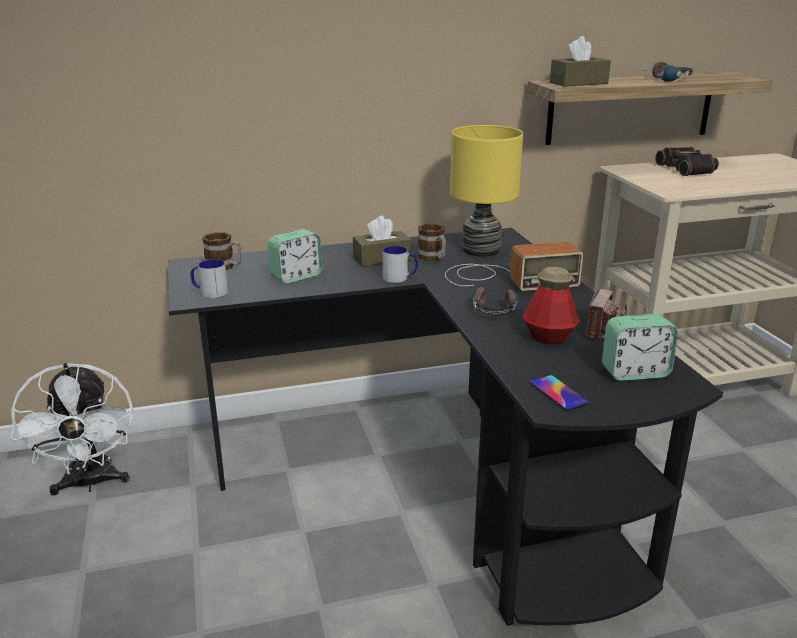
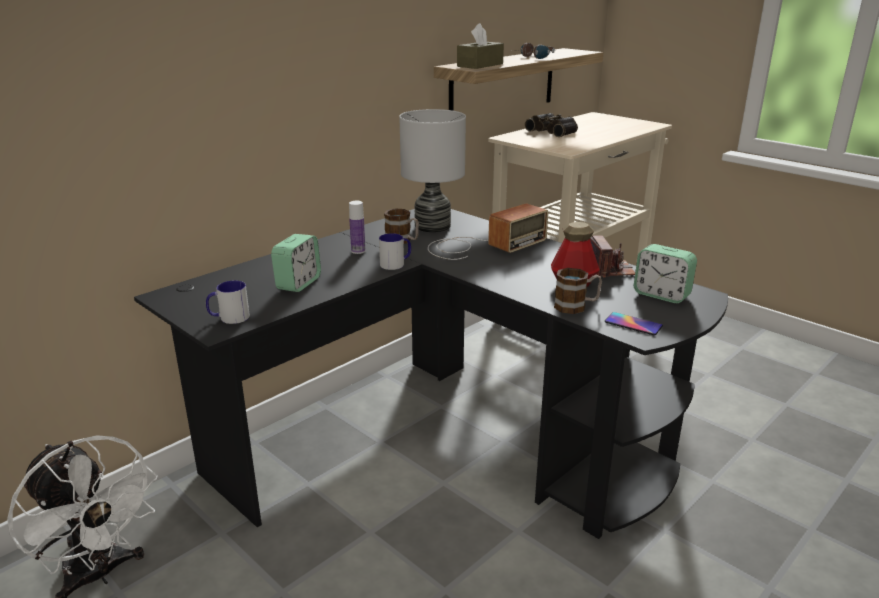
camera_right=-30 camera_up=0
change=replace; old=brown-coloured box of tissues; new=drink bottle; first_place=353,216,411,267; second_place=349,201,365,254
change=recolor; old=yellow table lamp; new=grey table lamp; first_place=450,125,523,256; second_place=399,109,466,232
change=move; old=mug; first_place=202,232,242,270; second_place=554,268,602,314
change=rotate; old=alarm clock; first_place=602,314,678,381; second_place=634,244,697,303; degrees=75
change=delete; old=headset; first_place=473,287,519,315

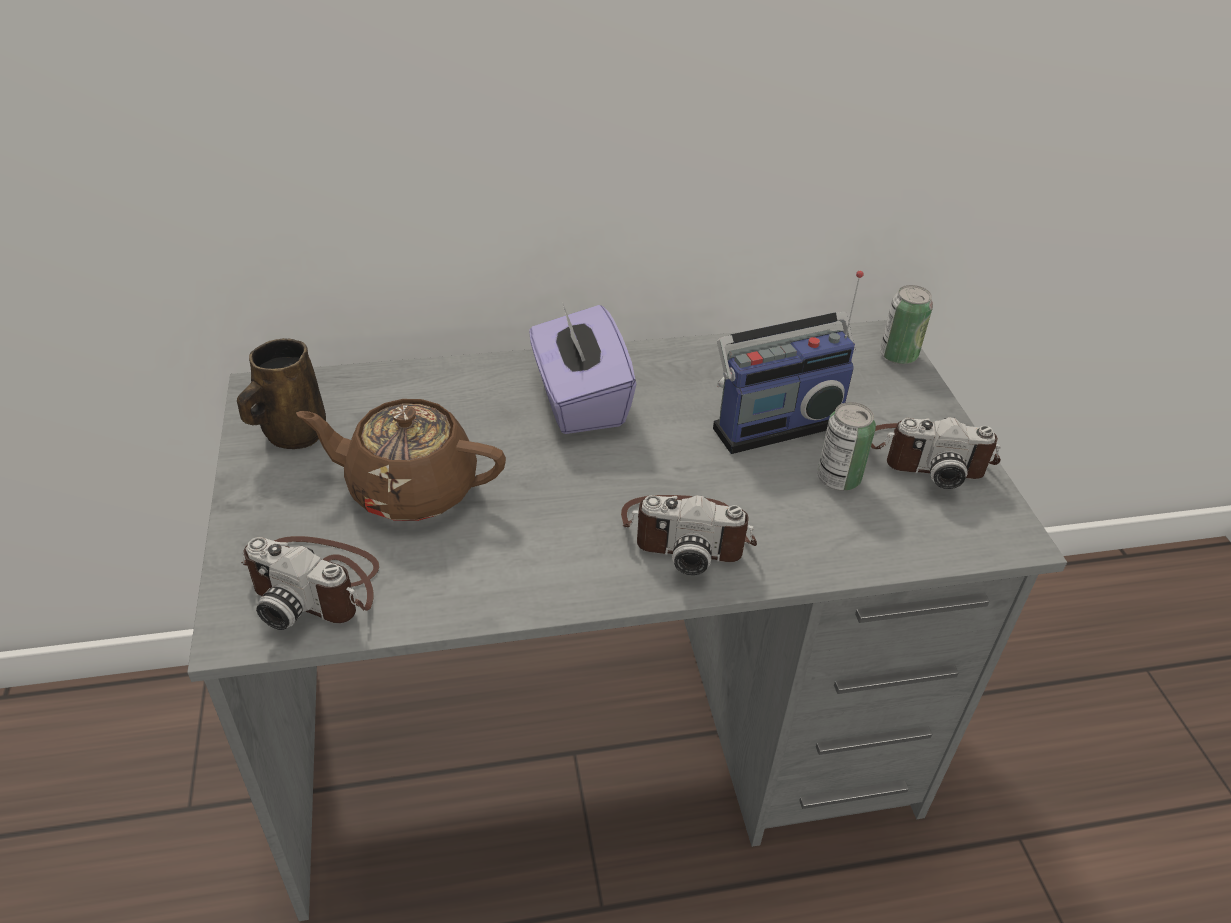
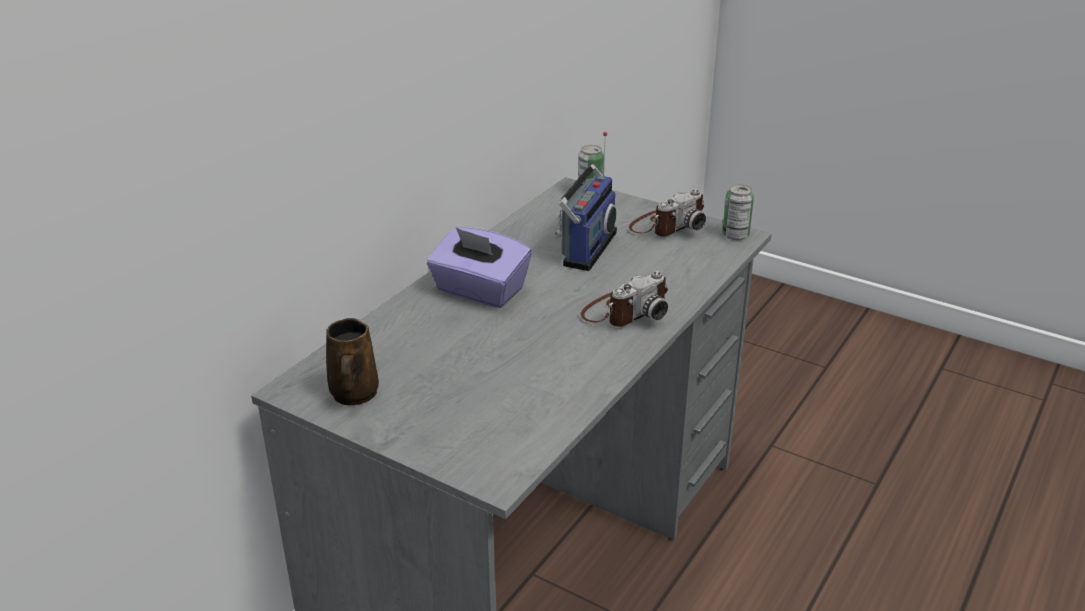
camera_right=-45 camera_up=-10
change=move; old=can; first_place=817,402,876,491; second_place=722,184,754,240
change=delete; old=photo camera; first_place=241,536,379,630
change=delete; old=brown-coloured teapot; first_place=296,399,506,521

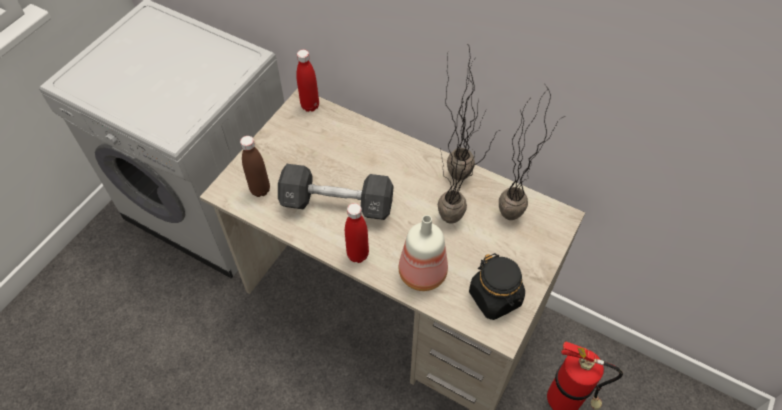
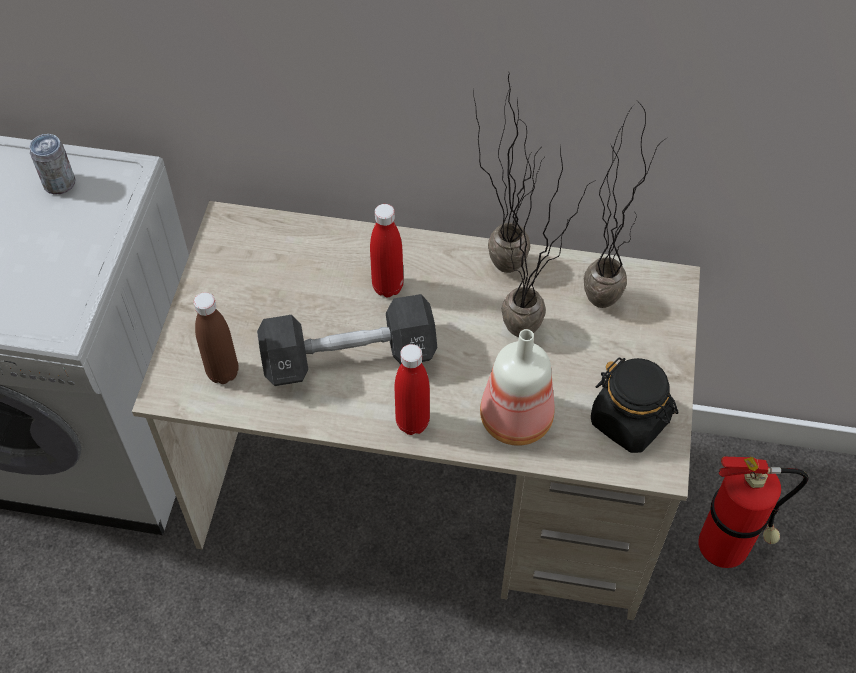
camera_right=-20 camera_up=0
change=insert; new=can; second_place=29,134,75,195
change=move; old=reddish drink bottle; first_place=296,50,319,112; second_place=370,204,404,297

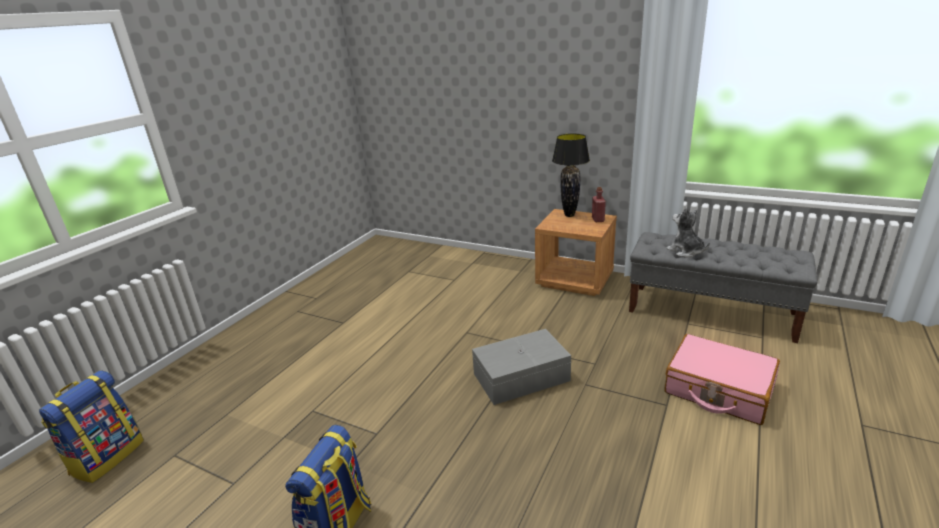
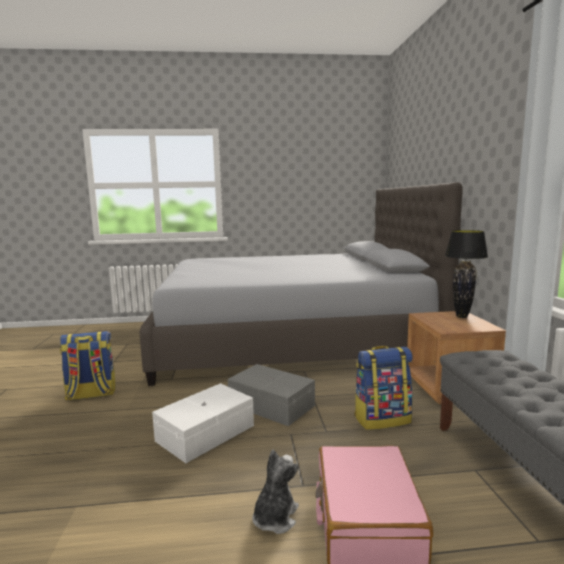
camera_right=55 camera_up=-15
change=insert; new=grey sleeping bed; second_place=140,182,463,386
change=insert; new=white storage box; second_place=152,383,254,463
change=move; old=soft toy; first_place=666,208,710,258; second_place=252,450,299,534
change=move; old=knapsack; first_place=39,370,144,483; second_place=354,346,413,430
change=delete; old=reddish drink bottle; first_place=592,187,606,222

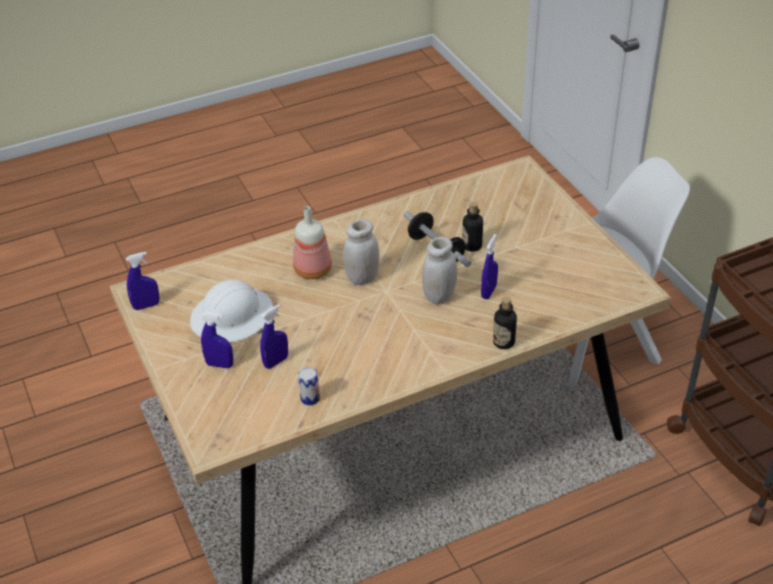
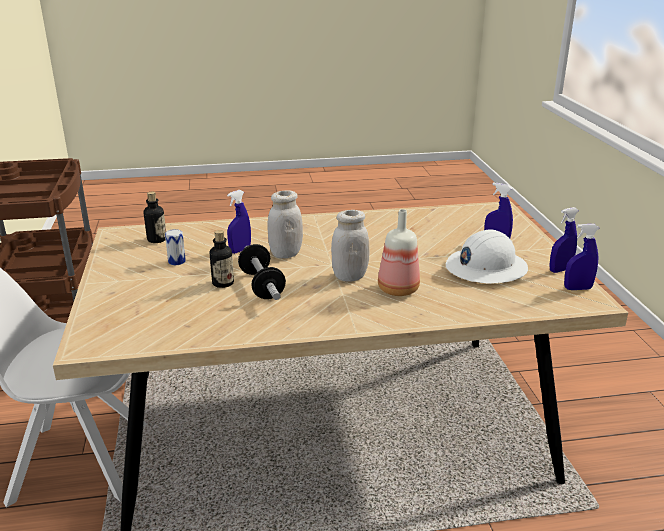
camera_right=-165 camera_up=-15
change=move; old=drink bottle; first_place=493,297,517,349; second_place=144,192,166,243
change=move; old=can; first_place=298,367,320,406; second_place=165,229,186,265
change=move; old=blue spray bottle; first_place=260,304,288,369; second_place=549,207,579,273

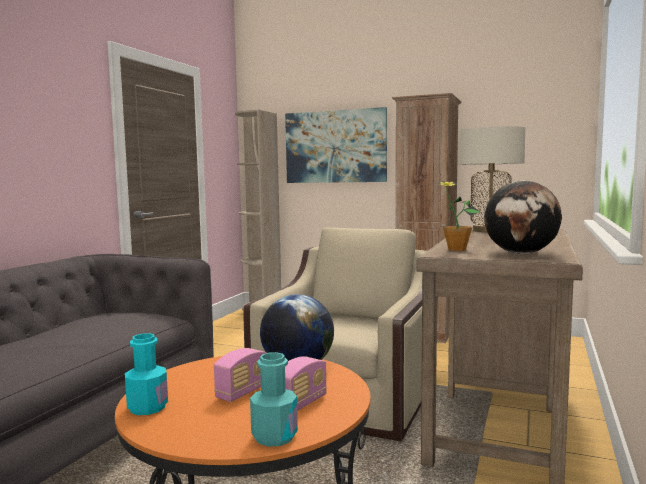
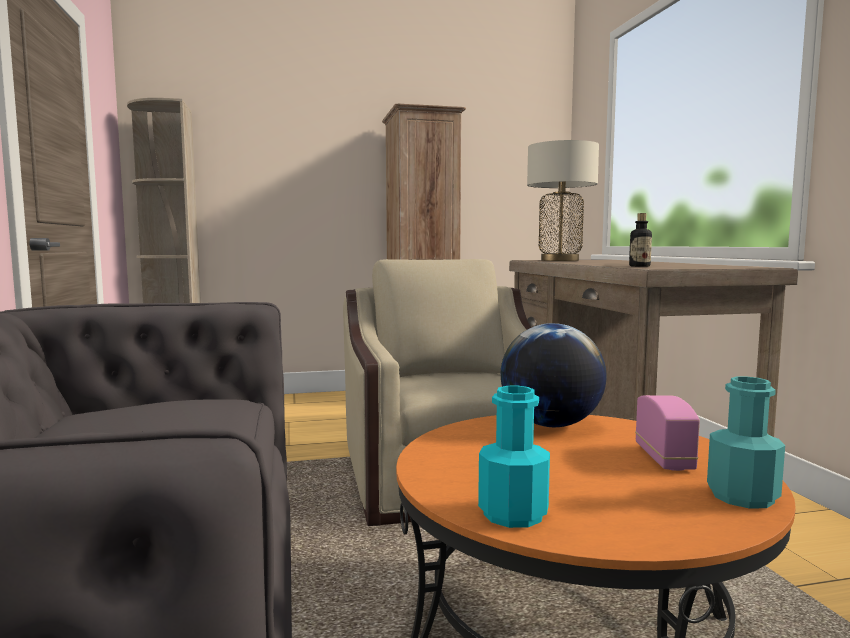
camera_right=-35 camera_up=0
change=replace; old=houseplant; new=drink bottle; first_place=438,181,480,251; second_place=629,213,652,267
change=delete; old=radio; first_place=214,348,267,402
change=delete; old=wall picture; first_place=285,107,387,183
change=delete; old=desk globe; first_place=484,181,562,254

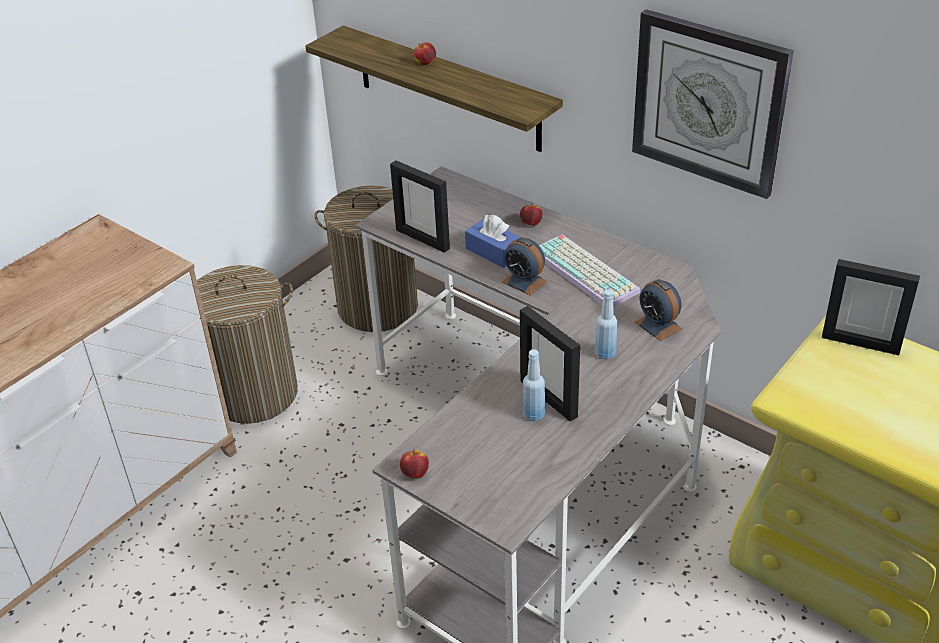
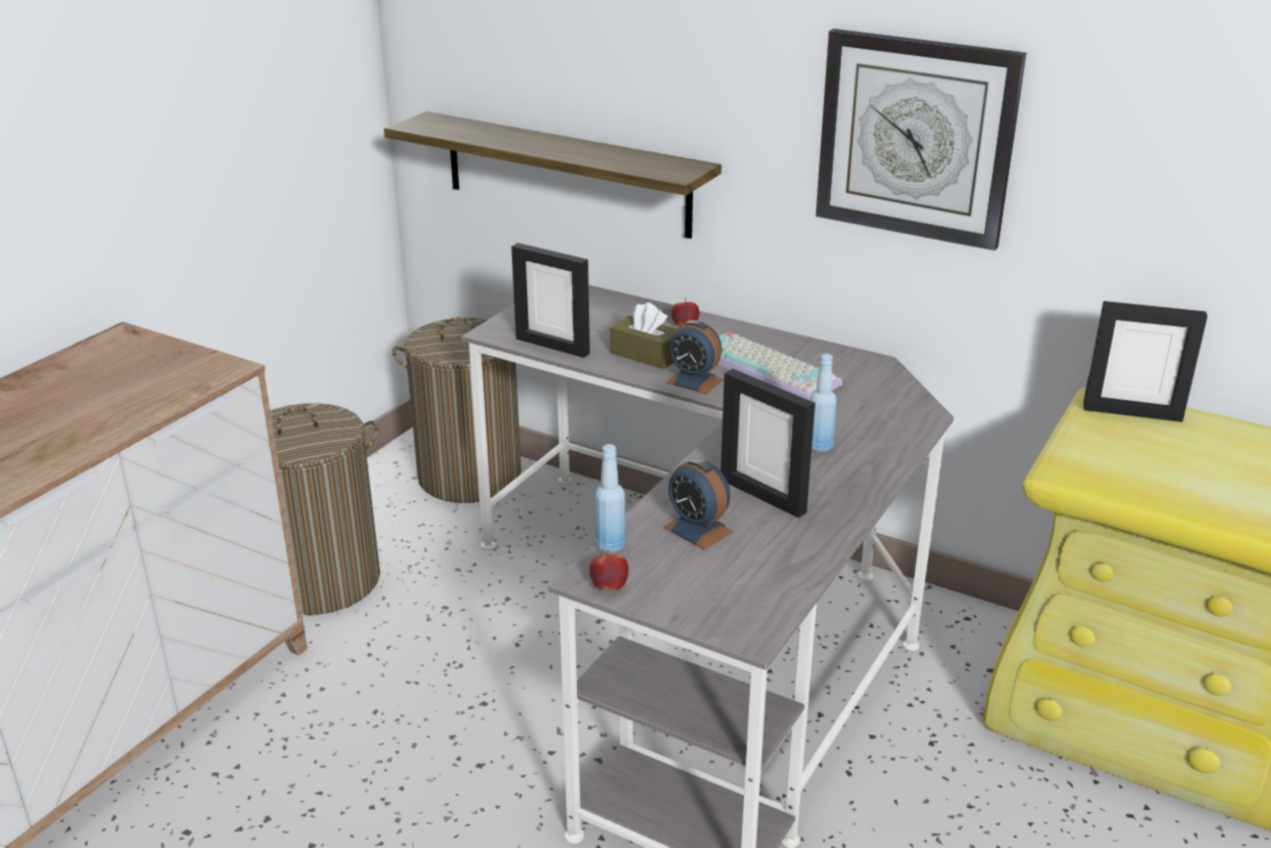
camera_right=-10 camera_up=-10
change=move; old=blue drink bottle; first_place=523,349,545,421; second_place=595,444,626,552
change=recolor; old=blue box of tissues; new=brown-coloured box of tissues; first_place=465,214,522,268; second_place=610,302,676,369
change=move; old=alarm clock; first_place=634,279,682,341; second_place=663,458,734,550
change=delete; old=apple fruit; first_place=414,42,436,65

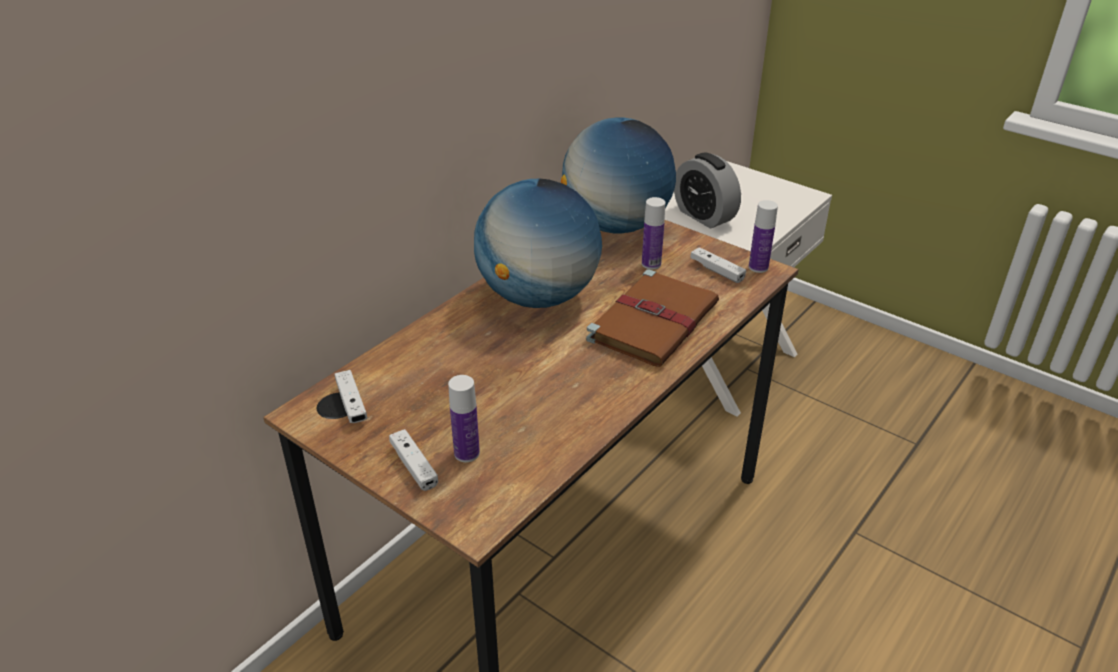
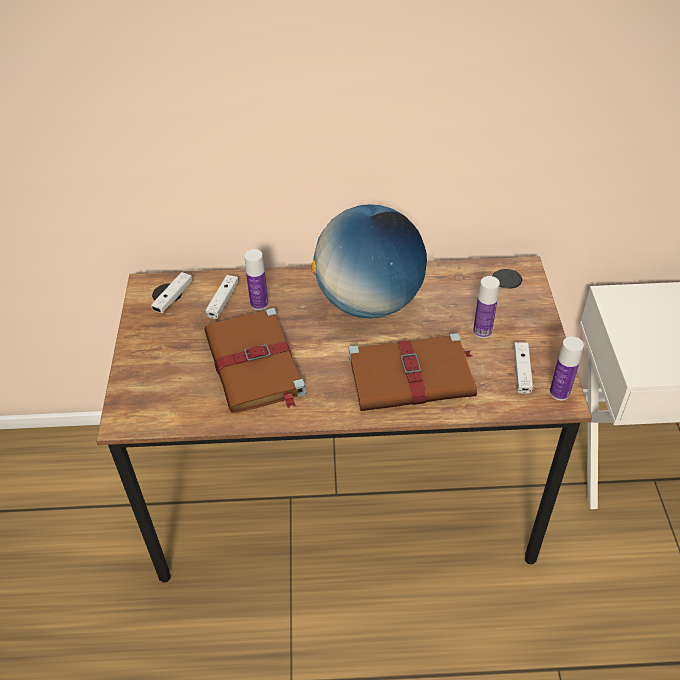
camera_right=50 camera_up=10
change=insert; new=brown-coloured volume; second_place=204,308,306,413
change=move; old=white gamepad; first_place=389,429,438,491; second_place=206,275,239,319
change=move; old=drink bottle; first_place=448,375,480,462; second_place=244,249,268,310
change=delete; old=desk globe; first_place=561,117,676,233
change=delete; old=alarm clock; first_place=674,153,741,229

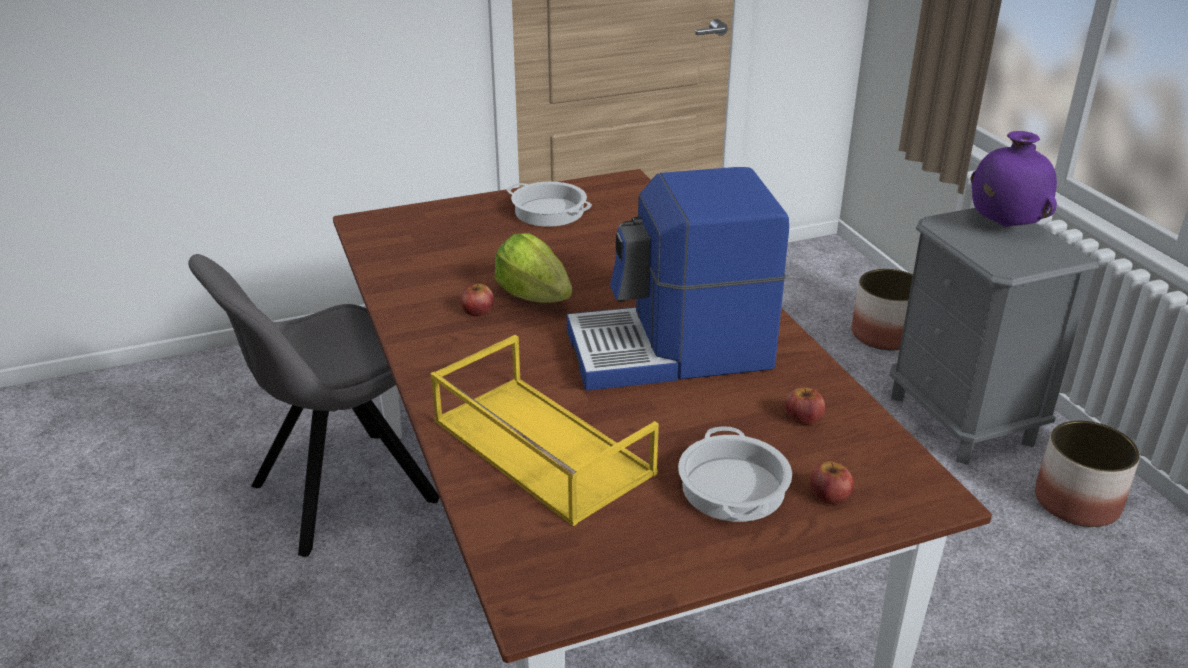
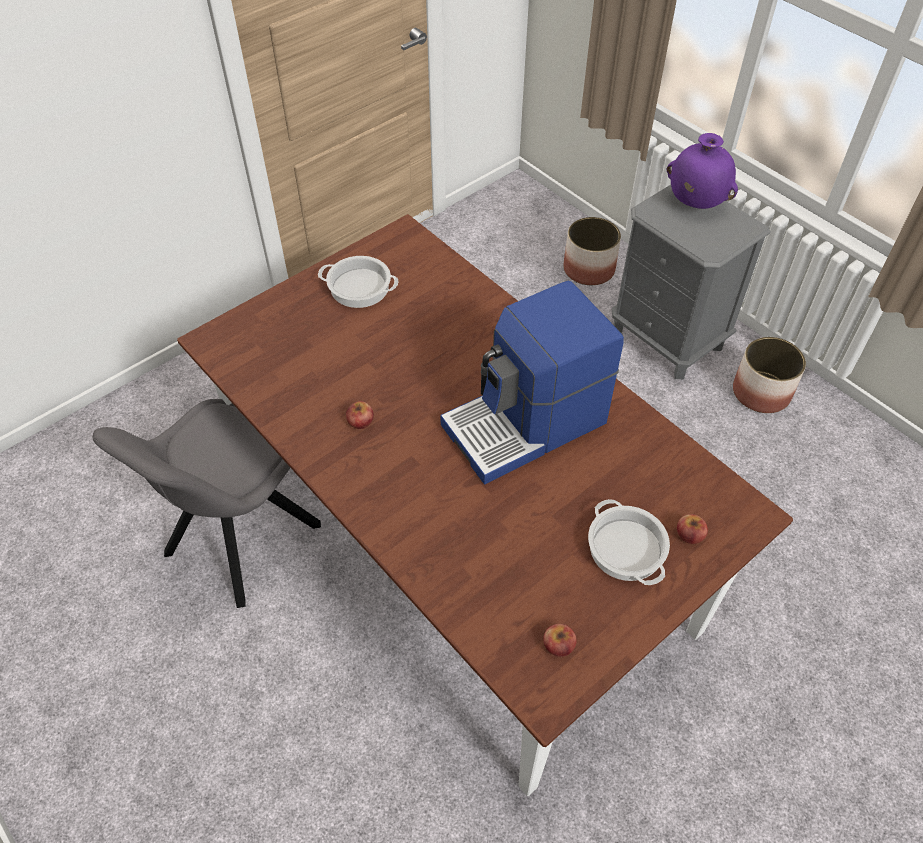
camera_right=-20 camera_up=20
change=move; old=apple fruit; first_place=785,387,825,425; second_place=543,624,577,657
change=delete; old=yellow carrying tray; first_place=430,335,659,526
change=delete; old=lettuce; first_place=494,233,572,303

